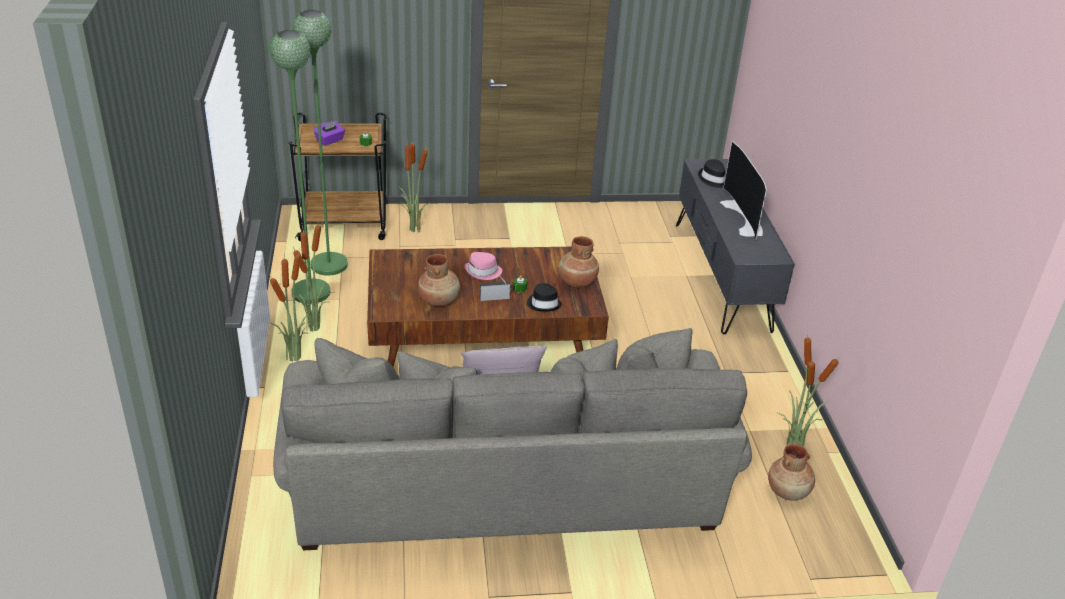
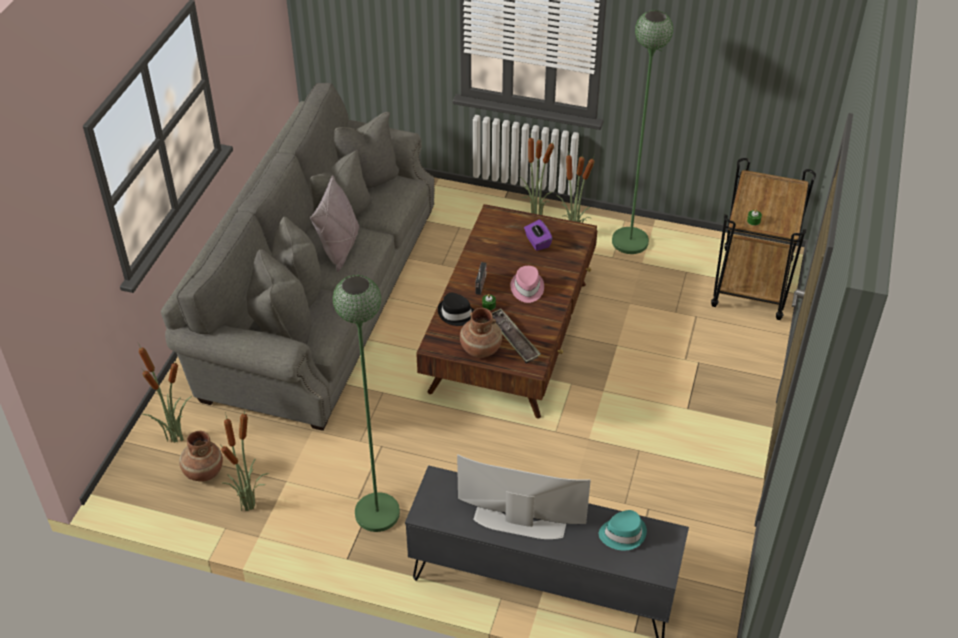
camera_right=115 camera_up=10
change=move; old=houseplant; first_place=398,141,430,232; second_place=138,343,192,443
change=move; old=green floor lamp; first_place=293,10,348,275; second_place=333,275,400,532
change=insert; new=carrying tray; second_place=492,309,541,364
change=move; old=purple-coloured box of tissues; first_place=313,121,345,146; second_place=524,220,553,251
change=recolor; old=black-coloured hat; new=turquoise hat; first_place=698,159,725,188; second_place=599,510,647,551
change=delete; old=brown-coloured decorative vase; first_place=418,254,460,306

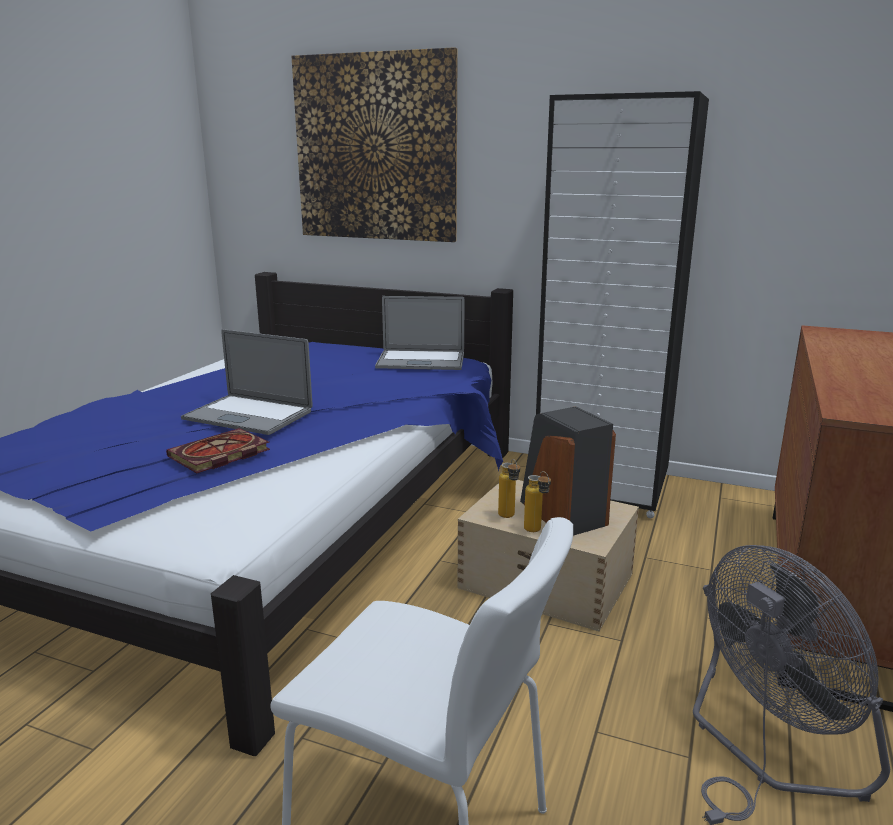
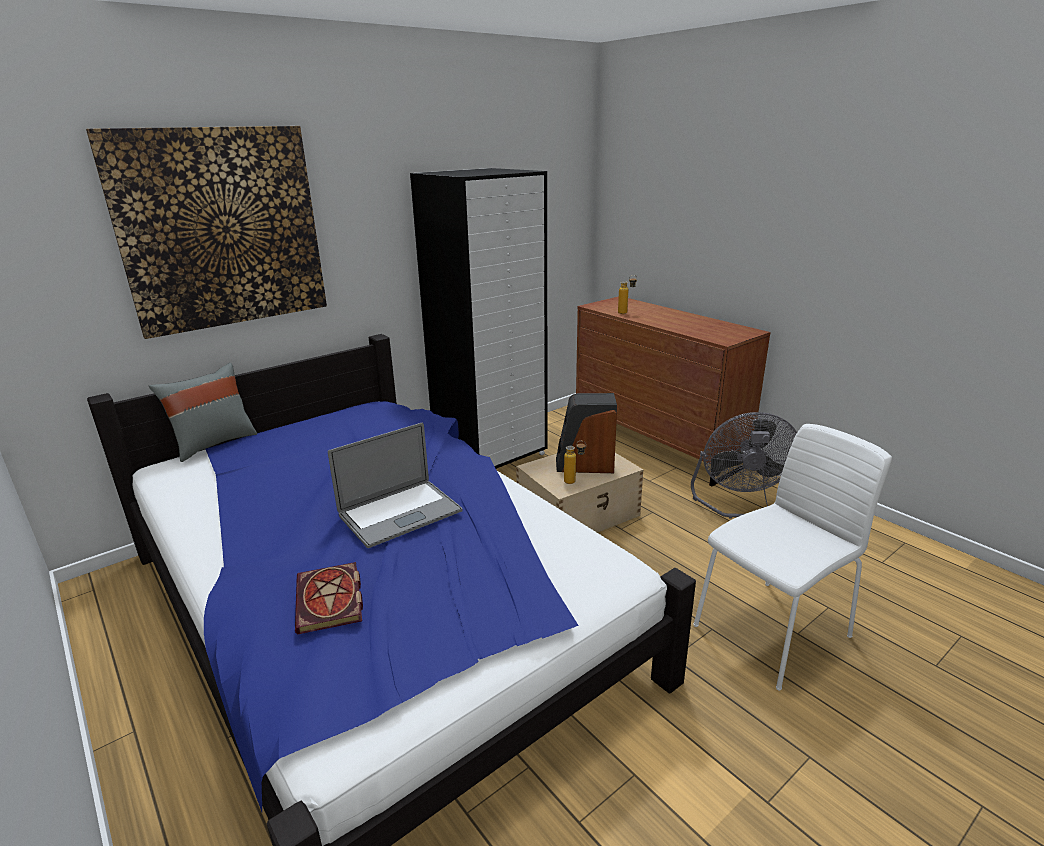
camera_right=-60 camera_up=5
change=insert; new=grey throw pillow; second_place=149,363,257,462
change=move; old=volume; first_place=166,428,270,473; second_place=295,562,363,634
change=move; old=drink bottle; first_place=524,471,551,532; second_place=618,275,637,314
change=delete; old=notebook computer; first_place=375,296,465,370

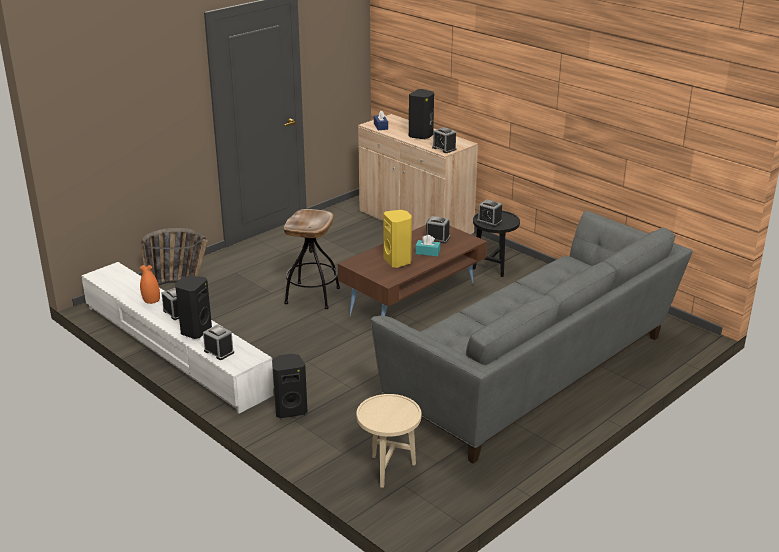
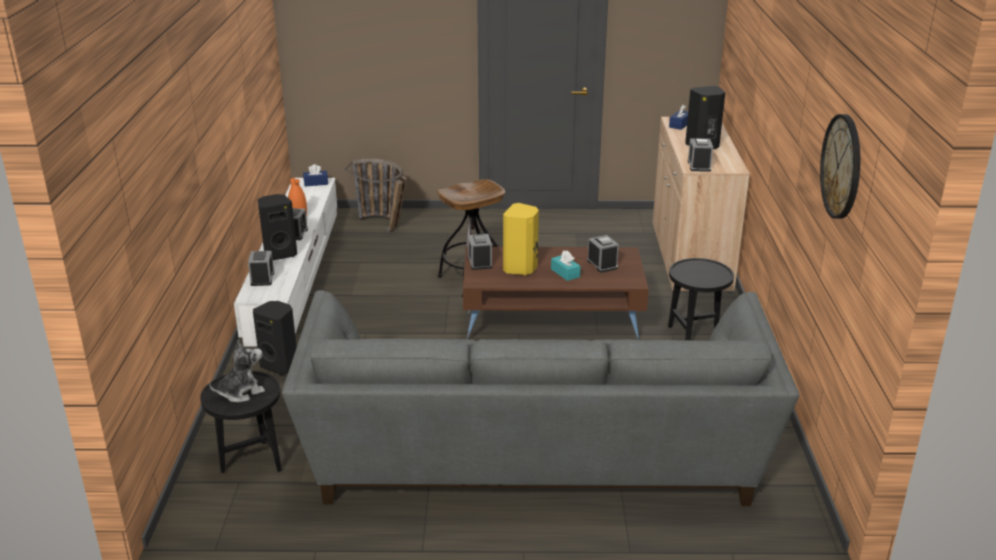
camera_right=45 camera_up=0
change=recolor; old=beige side table; new=black-coloured side table; first_place=356,394,421,488; second_place=200,371,282,473
change=insert; new=soft toy; second_place=209,340,265,403
change=insert; new=blue box of tissues; second_place=303,164,328,186
change=move; old=alarm clock; first_place=477,200,502,227; second_place=468,234,492,270
change=insert; new=wall clock; second_place=820,114,860,219

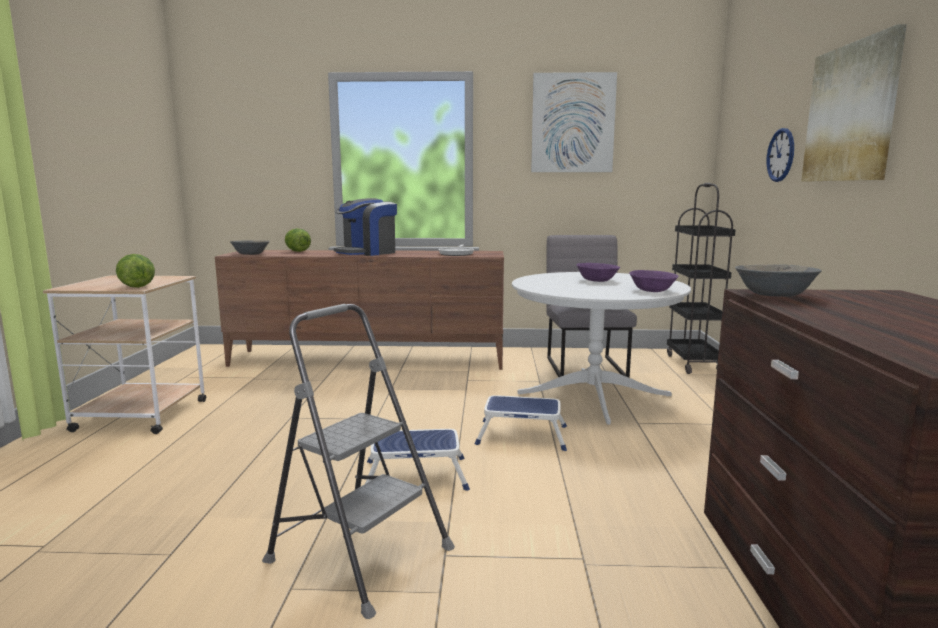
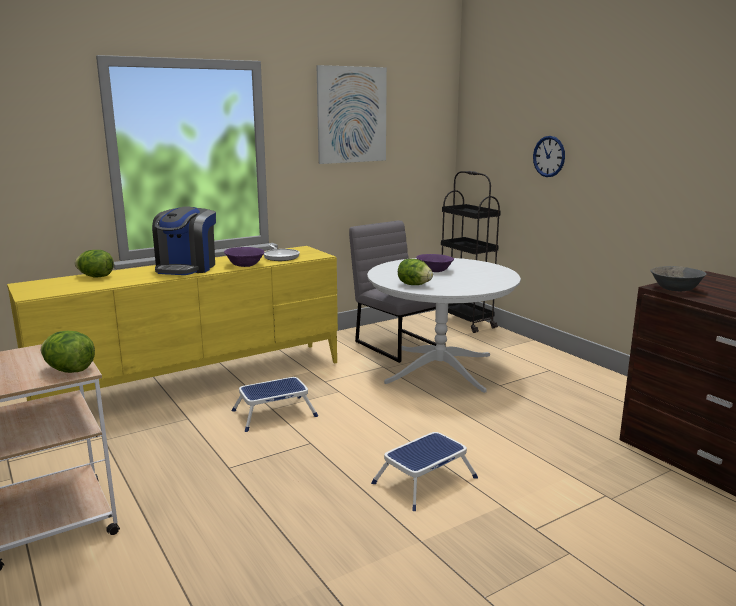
camera_right=-35 camera_up=5
change=recolor; old=brown-coloured cupboard; new=yellow cupboard; first_place=215,250,504,370; second_place=7,246,338,401
change=move; old=purple-coloured deep dish; first_place=629,270,678,292; second_place=224,247,265,267
change=move; old=blue stepladder; first_place=475,395,567,451; second_place=232,377,318,432
change=insert; new=lettuce; second_place=398,259,433,285
change=delete; old=grey deep dish; first_place=230,240,270,255
change=delete; old=grey stepladder; first_place=262,304,455,619
change=delete; old=wall picture; first_place=801,24,907,182

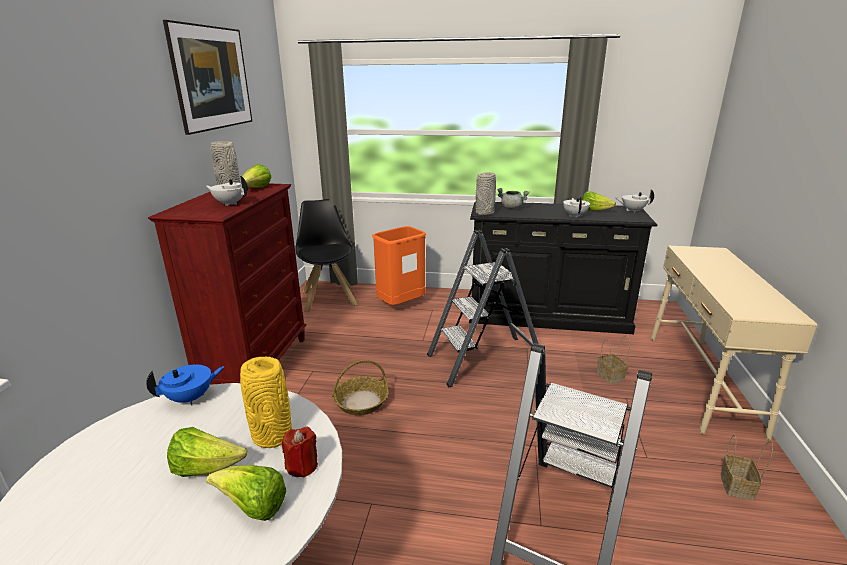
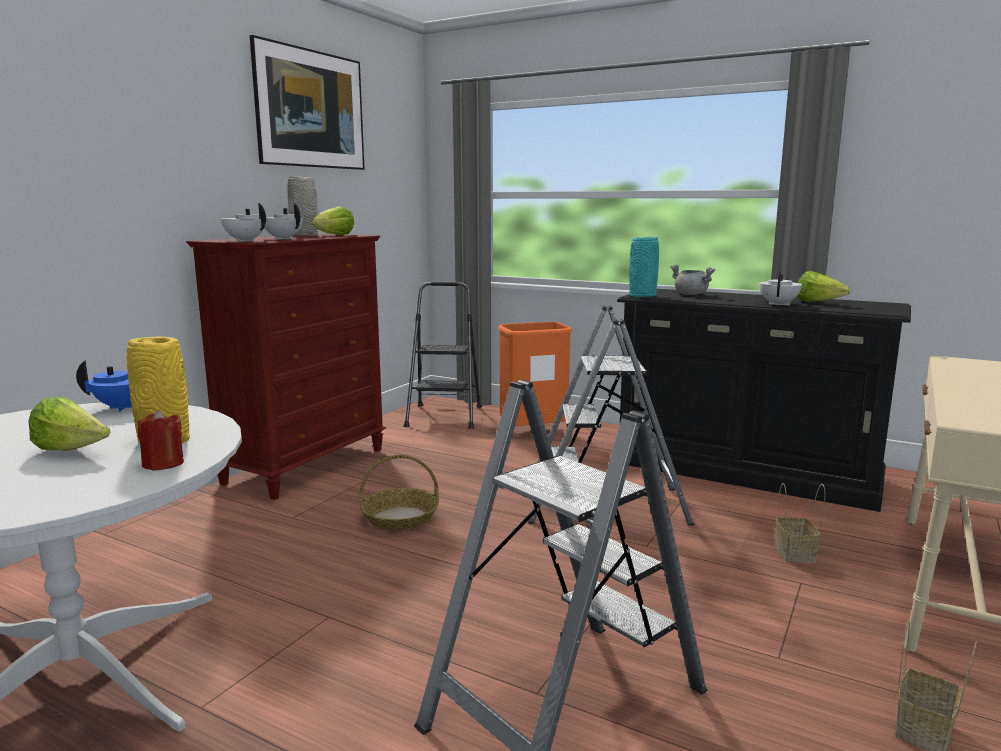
camera_right=20 camera_up=-10
change=move; old=white teapot; first_place=615,190,654,212; second_place=220,203,266,242
change=replace; old=black-coloured upright chair; new=black-coloured stepladder; first_place=296,199,358,312; second_place=403,282,482,429
change=recolor; old=grey decorative vase; new=turquoise decorative vase; first_place=476,172,496,215; second_place=629,237,659,297
change=delete; old=lettuce; first_place=206,465,286,521

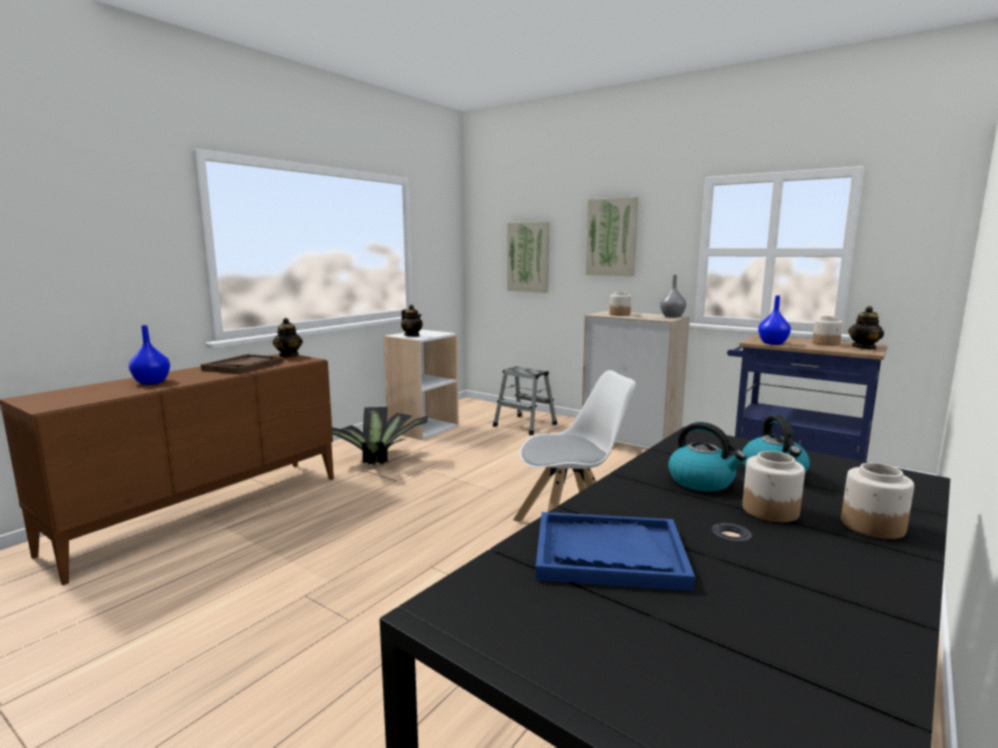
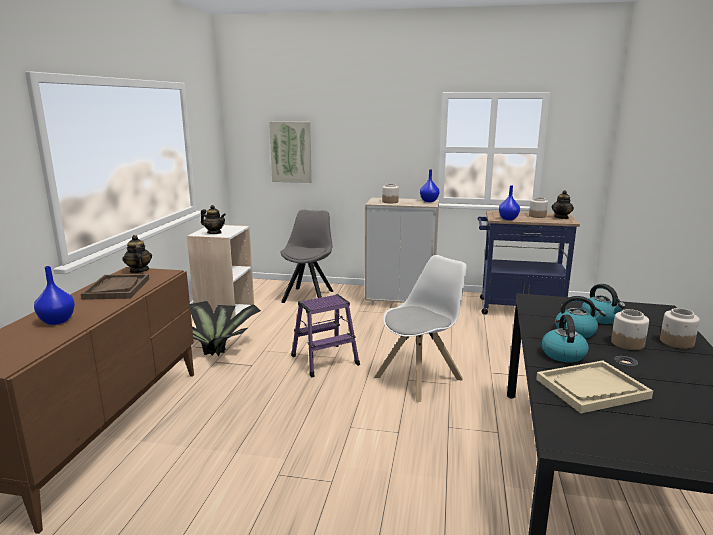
camera_right=-25 camera_up=5
change=replace; old=grey stepladder; new=grey upright chair; first_place=493,366,557,435; second_place=281,210,334,303
change=insert; new=purple-coloured stepladder; second_place=291,294,360,377
change=recolor; old=grey decorative vase; new=blue decorative vase; first_place=660,275,687,317; second_place=420,169,439,202
change=recolor; old=blue carrying tray; new=beige carrying tray; first_place=536,512,695,591; second_place=536,361,653,413
change=insert; new=kettle; second_place=542,315,589,362
change=delete; old=wall picture; first_place=585,197,638,276

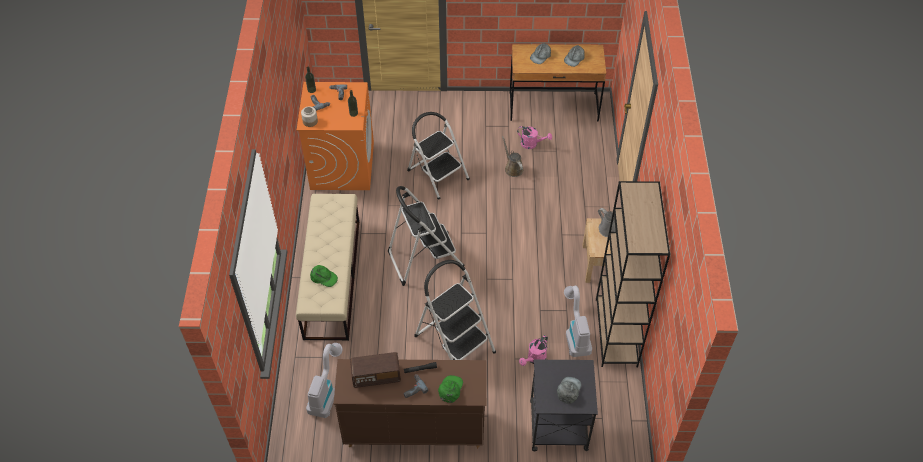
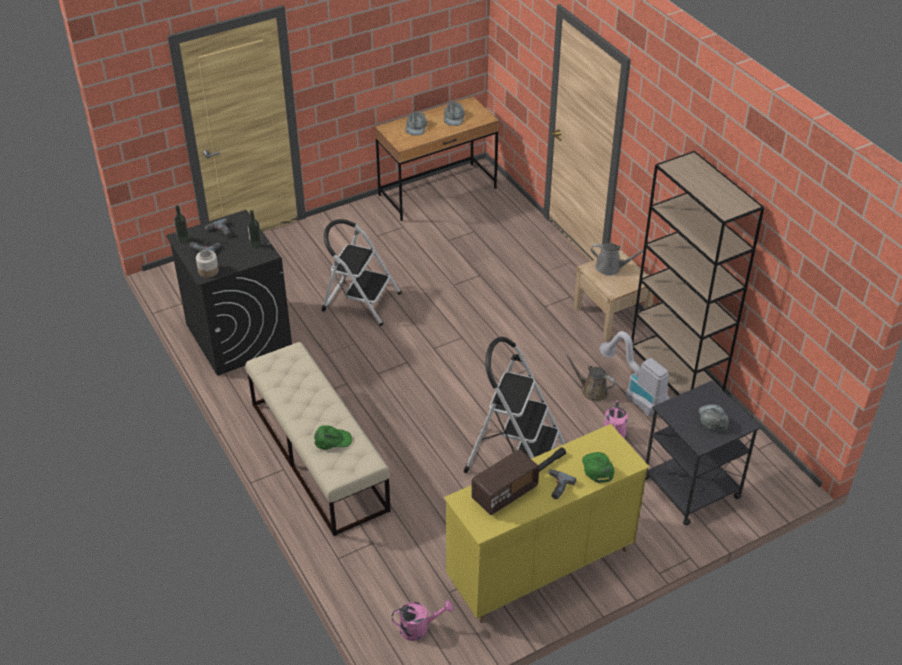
camera_right=-30 camera_up=-10
change=recolor; old=orangey laundry appliance; new=black-coloured laundry appliance; first_place=297,82,374,190; second_place=166,210,292,376
change=move; old=pink-coloured watering pot; first_place=517,126,552,149; second_place=392,600,453,641
change=recolor; old=brown-coloured cupboard; new=yellow cupboard; first_place=334,359,486,449; second_place=444,424,649,623
change=move; old=brown-coloured watering pot; first_place=502,136,523,177; second_place=564,353,616,401
change=delete; old=hoover; first_place=306,343,343,418
change=delete; old=stepladder; first_place=388,186,464,286

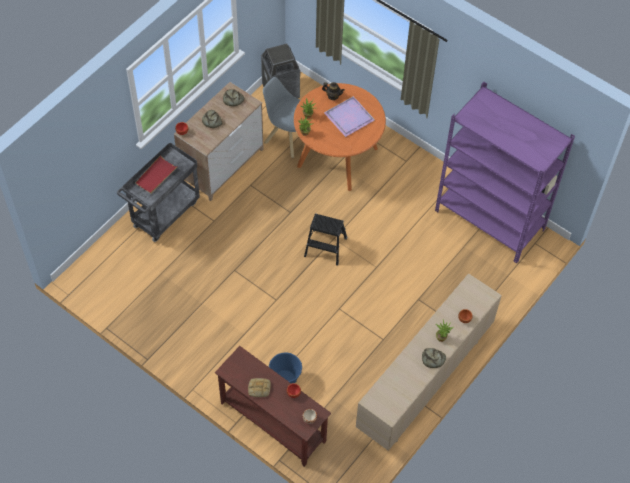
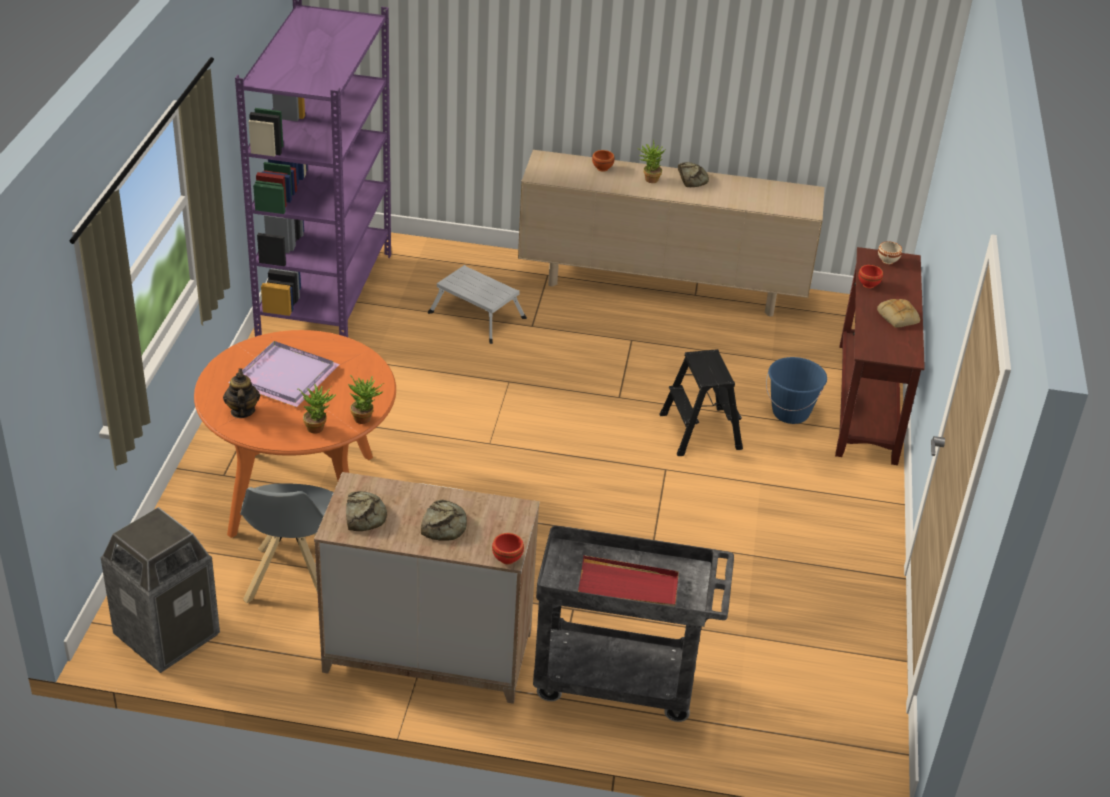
camera_right=-120 camera_up=-20
change=insert; new=white stepladder; second_place=428,265,527,344
change=move; old=black-coloured stepladder; first_place=304,213,347,266; second_place=659,349,743,456

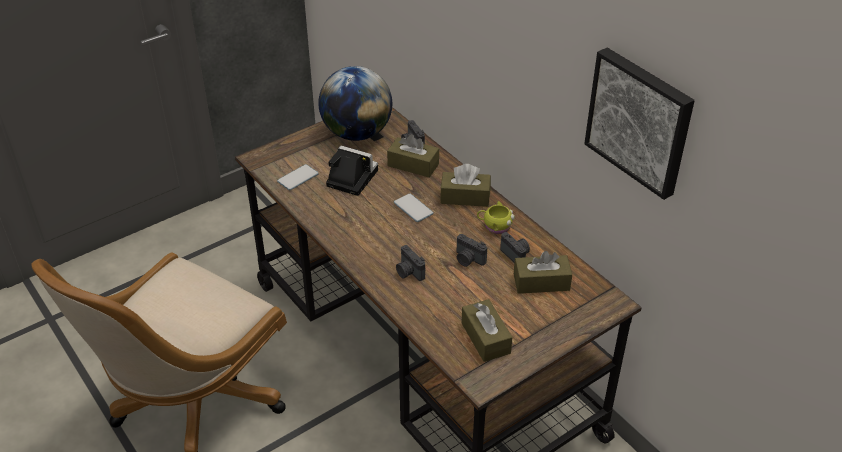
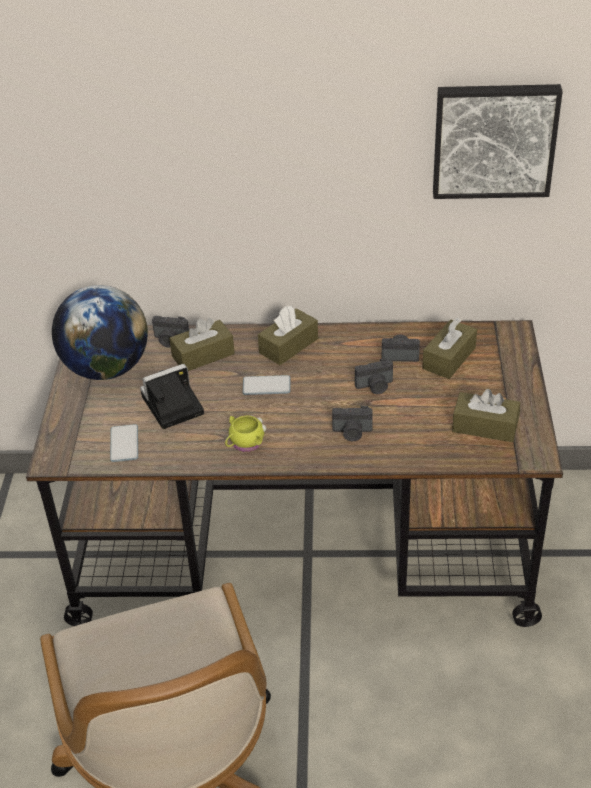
camera_right=-50 camera_up=0
change=move; old=yellow mug; first_place=477,201,515,234; second_place=225,415,267,452

